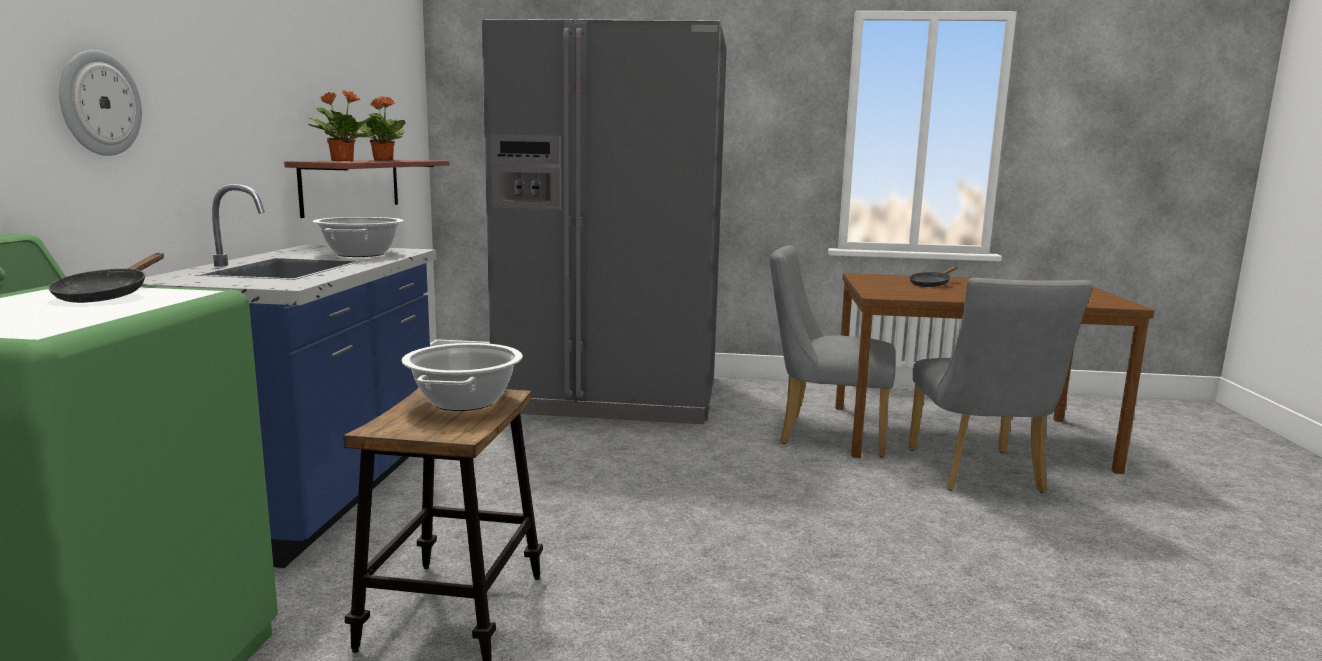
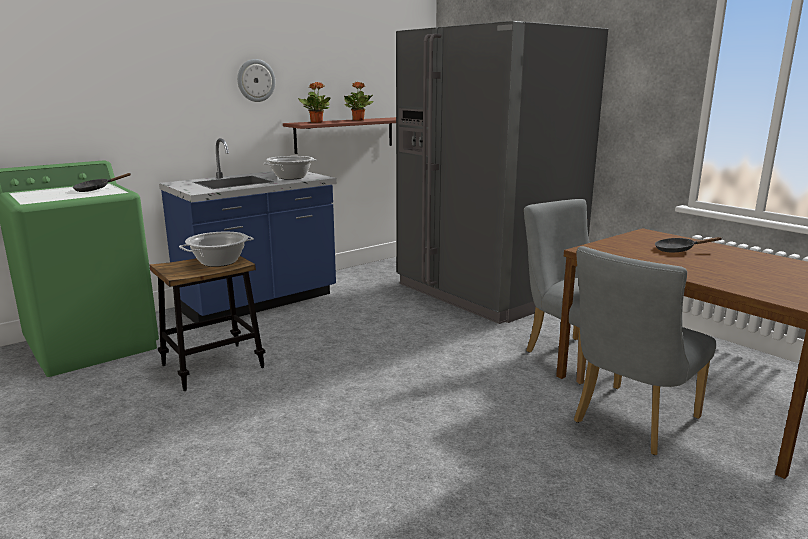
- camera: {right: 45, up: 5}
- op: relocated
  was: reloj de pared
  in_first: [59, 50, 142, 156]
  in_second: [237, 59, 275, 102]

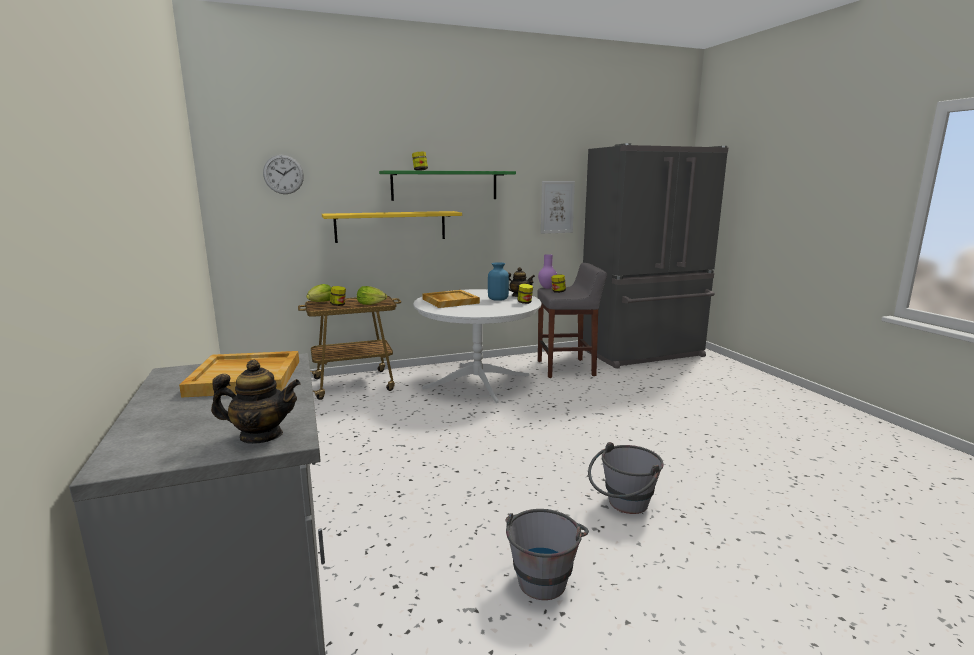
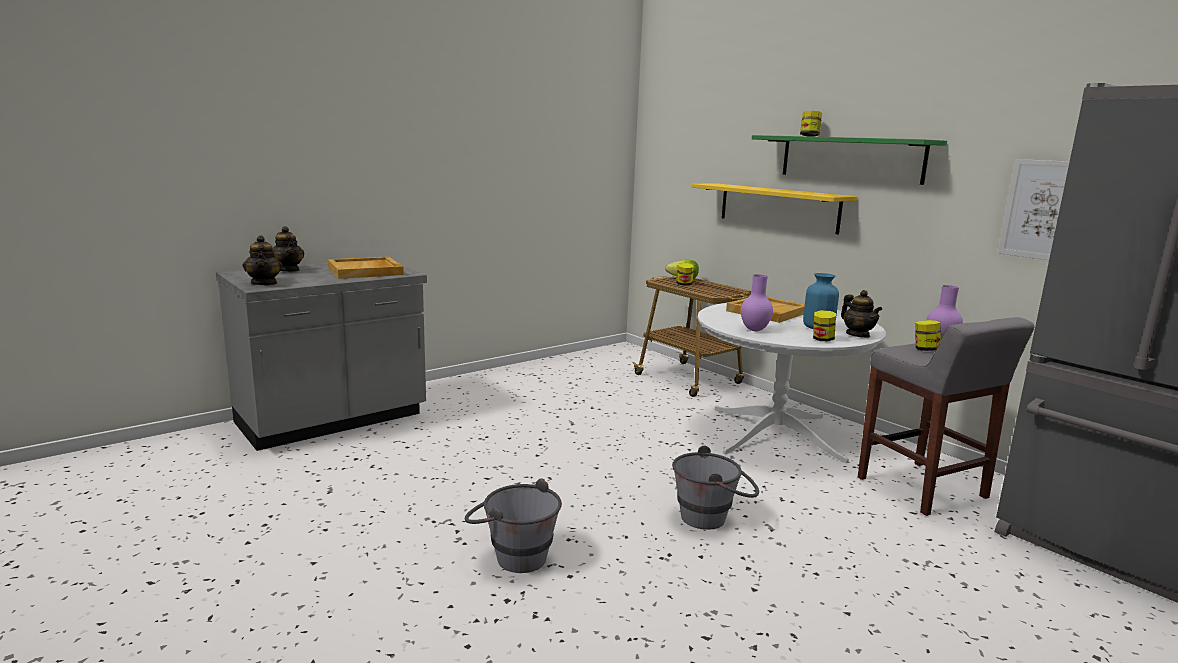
- camera: {right: 70, up: 0}
- op: appeared
  now: tetera
  in_second: [272, 226, 304, 272]
- op: relocated
  was: cubo (gris)
  in_first: [505, 509, 589, 600]
  in_second: [672, 446, 759, 530]
- op: appeared
  now: florero (morado)
  in_second: [741, 274, 773, 331]
- op: missing
  was: reloj de pared
  in_first: [263, 155, 304, 194]
- op: missing
  was: lechuga
  in_first: [357, 286, 387, 305]

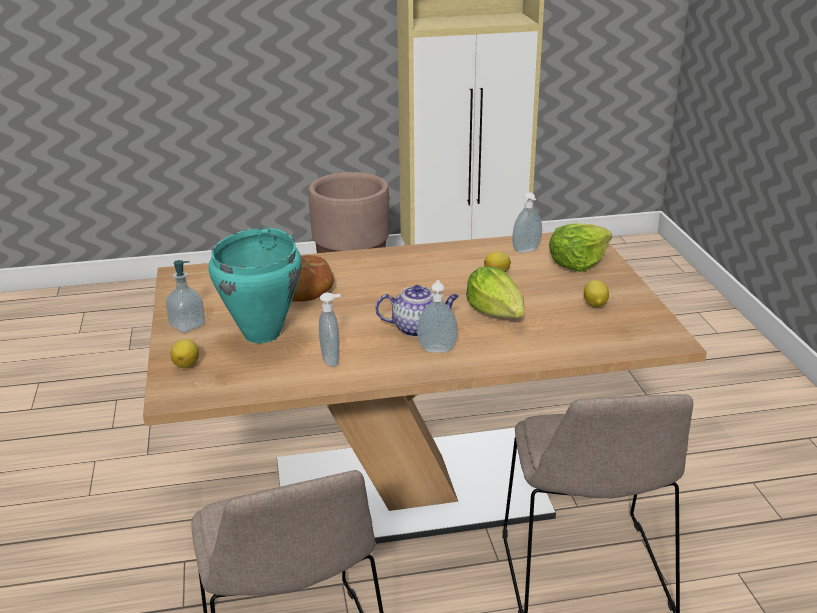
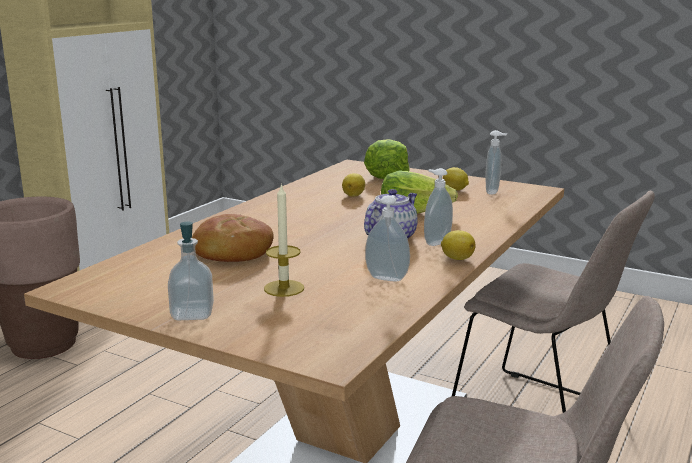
- camera: {right: -50, up: -10}
- op: exchanged
  was: olla (turquesa)
  now: vela
  in_first: [209, 227, 302, 343]
  in_second: [264, 183, 304, 297]
- op: relocated
  was: limón
  in_first: [170, 339, 199, 368]
  in_second: [441, 230, 475, 260]
- op: relocated
  was: dispensador de jabón
  in_first: [512, 192, 542, 253]
  in_second: [486, 130, 507, 195]

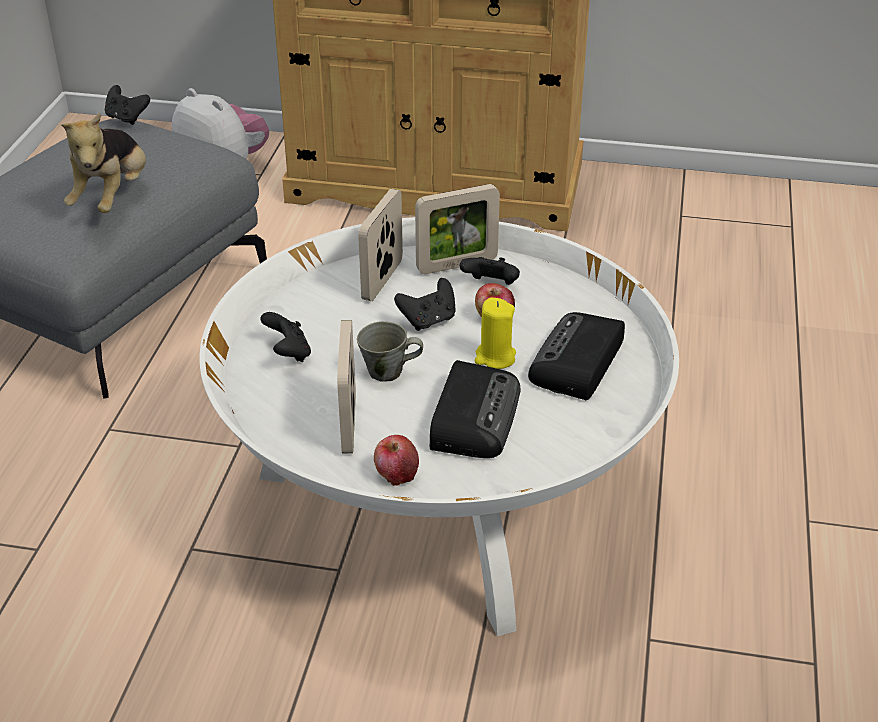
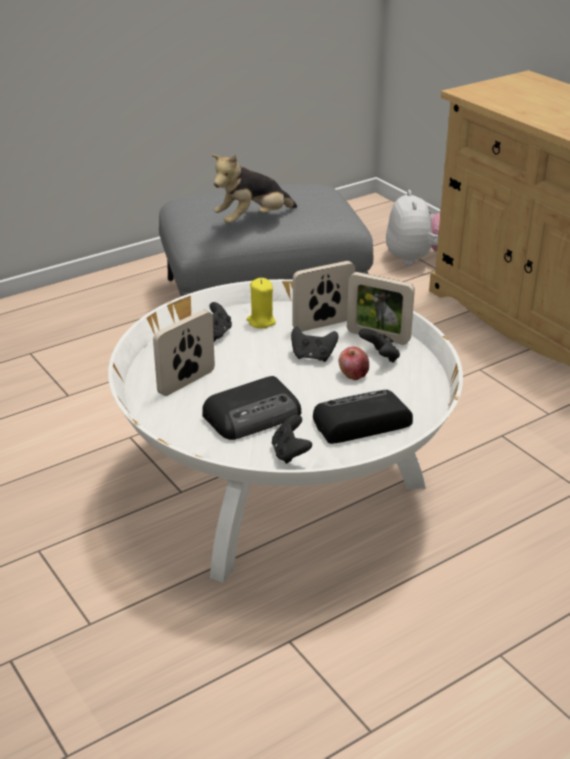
- camera: {right: 45, up: -5}
- op: relocated
  was: vela (amarillo)
  in_first: [475, 298, 516, 369]
  in_second: [247, 278, 276, 328]
- op: relocated
  was: mando de consola (negro)
  in_first: [105, 85, 150, 125]
  in_second: [272, 415, 312, 464]
- op: missing
  was: taza grande (gris)
  in_first: [357, 321, 423, 382]
- op: missing
  was: manzana
  in_first: [374, 435, 419, 486]

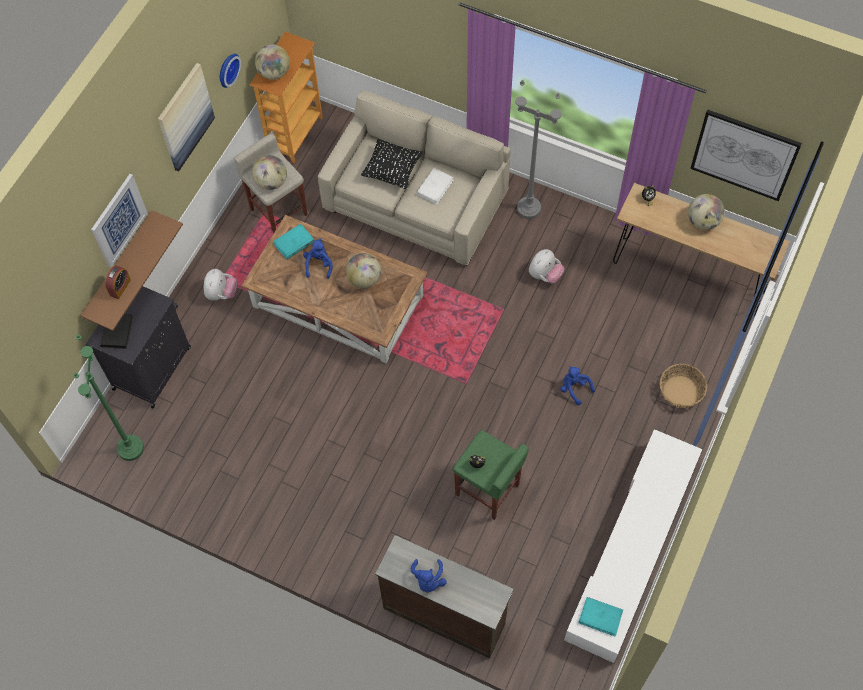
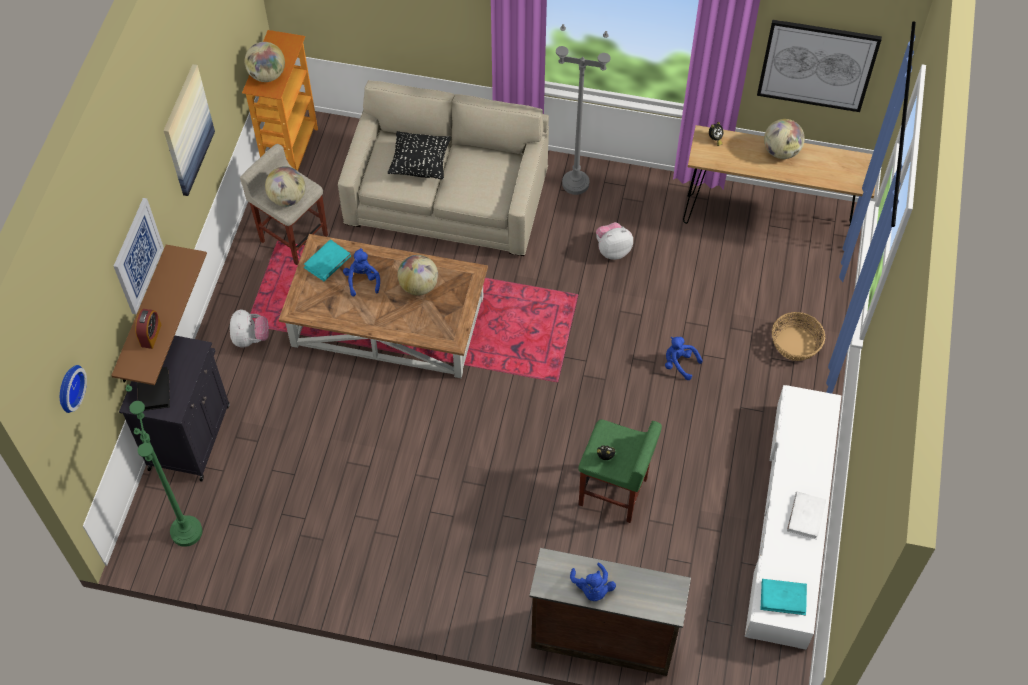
- camera: {right: -15, up: -5}
- op: relocated
  was: reloj de pared
  in_first: [220, 54, 241, 88]
  in_second: [60, 365, 87, 413]
- op: spun
  was: peluche
  in_first: [529, 249, 564, 284]
  in_second: [596, 222, 633, 260]
  clockwise: -135
- op: relocated
  was: libro (blanco)
  in_first: [416, 168, 454, 204]
  in_second: [787, 491, 826, 540]

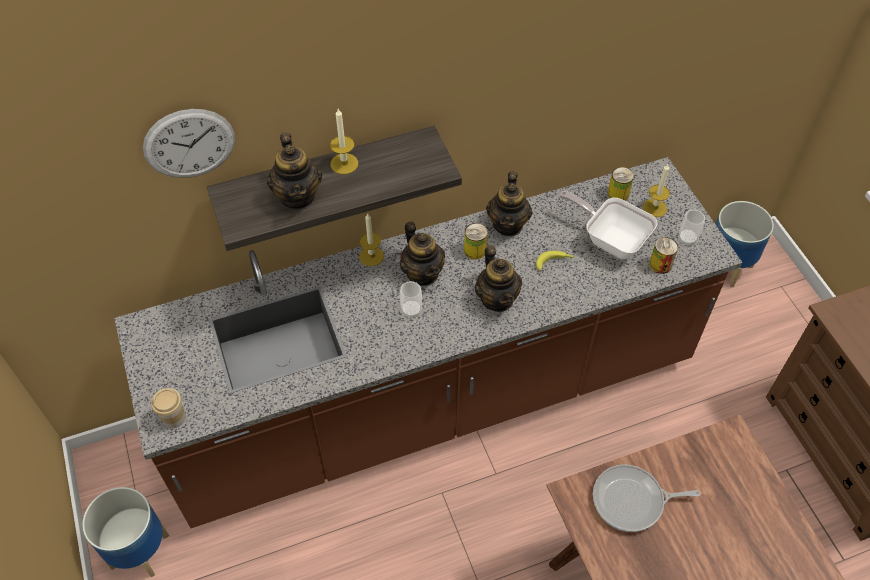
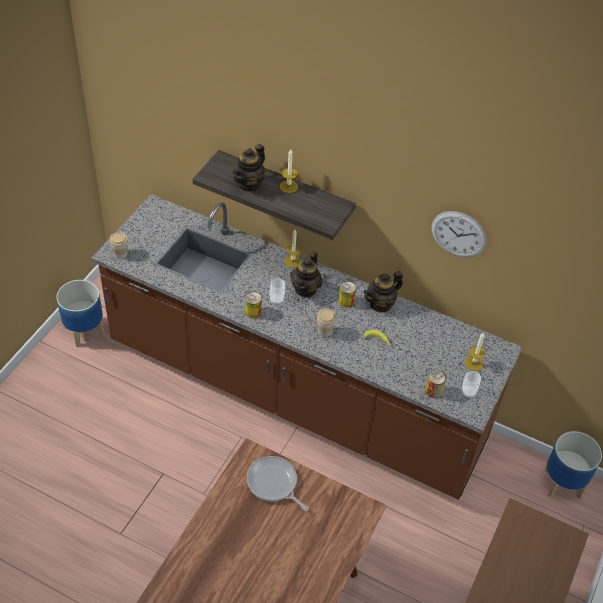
- camera: {right: 45, up: -5}
- op: relocated
  was: lata
  in_first: [608, 167, 634, 201]
  in_second: [245, 292, 262, 318]
- op: exchanged
  was: tetera
  now: taza
  in_first: [475, 245, 522, 312]
  in_second: [317, 309, 336, 337]
- op: relocated
  was: reloj de pared
  in_first: [143, 109, 235, 178]
  in_second: [431, 211, 487, 258]
- op: missing
  was: sartén
  in_first: [559, 191, 657, 259]

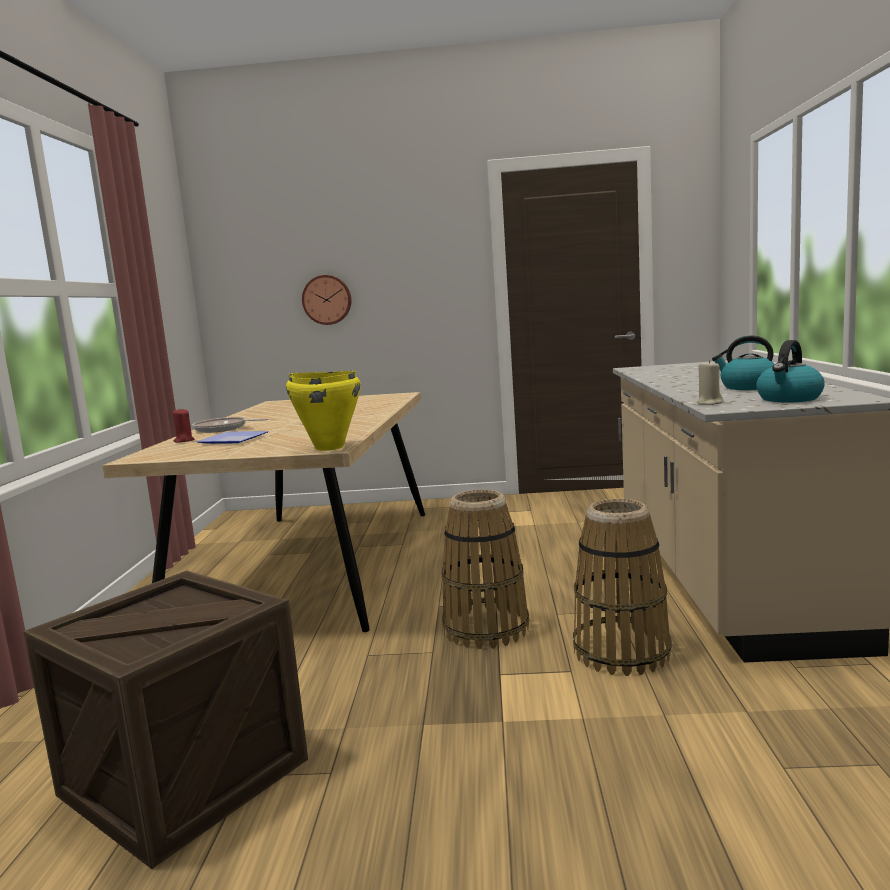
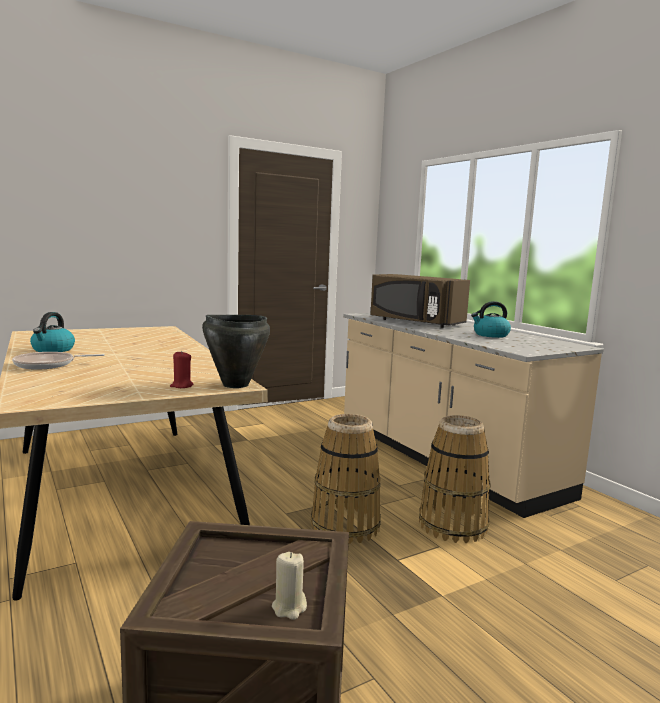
- camera: {right: -35, up: 0}
- op: relocated
  was: hervidor
  in_first: [756, 340, 825, 402]
  in_second: [30, 312, 75, 352]
- op: relocated
  was: vela (rojo)
  in_first: [172, 408, 194, 443]
  in_second: [170, 351, 193, 388]
- op: colour
  was: olla (amarillo)
  now: olla (negro)
  in_first: [286, 371, 361, 451]
  in_second: [202, 315, 270, 388]
- op: relocated
  was: vela (beis)
  in_first: [696, 360, 723, 405]
  in_second: [272, 552, 307, 620]
- op: appeared
  now: microondas (marrón)
  in_second: [370, 274, 470, 328]
- op: missing
  was: plato
  in_first: [196, 431, 269, 444]
- op: missing
  was: reloj de pared
  in_first: [302, 275, 351, 325]

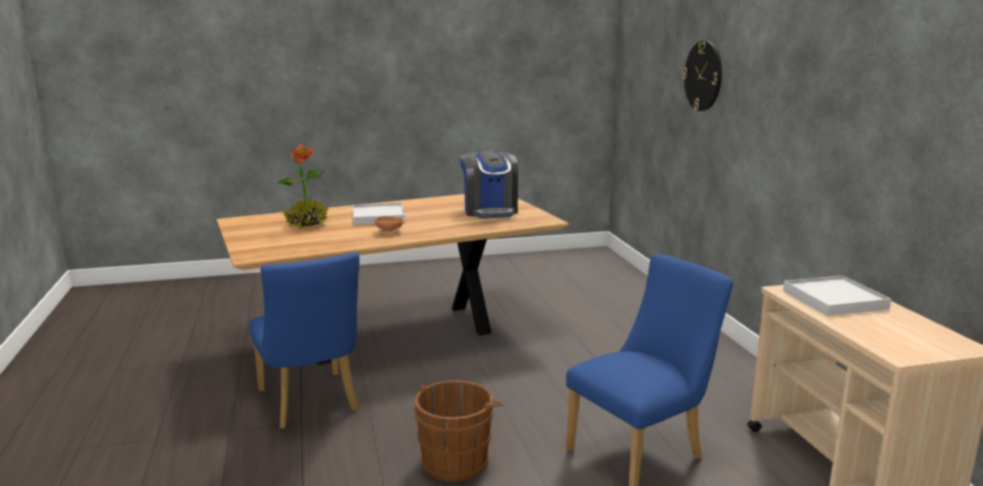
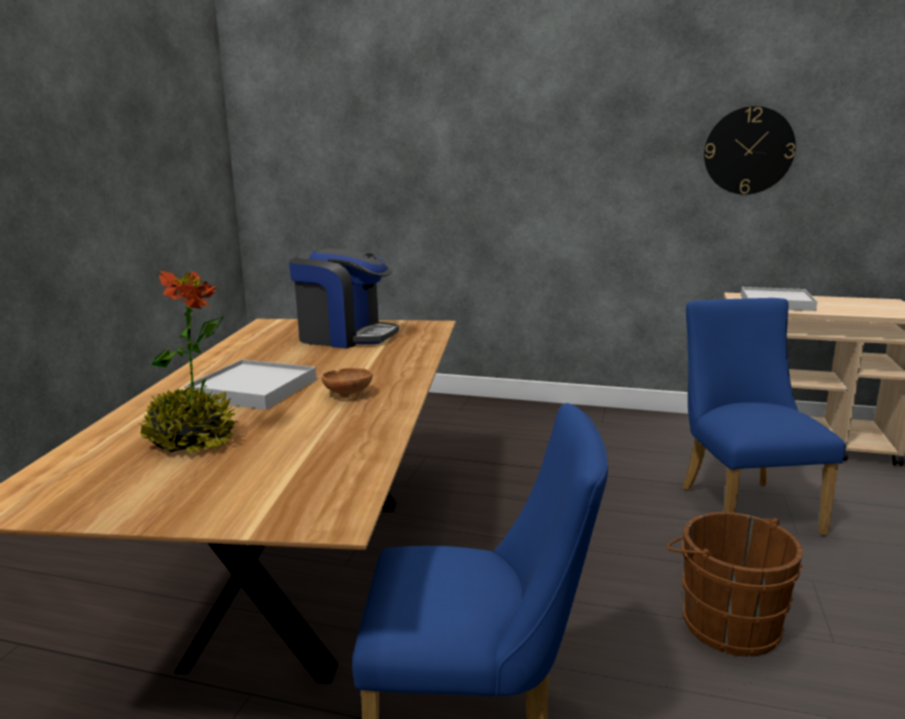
- camera: {right: -60, up: 0}
- op: relocated
  was: reloj de pared
  in_first: [682, 41, 722, 111]
  in_second: [704, 106, 796, 195]

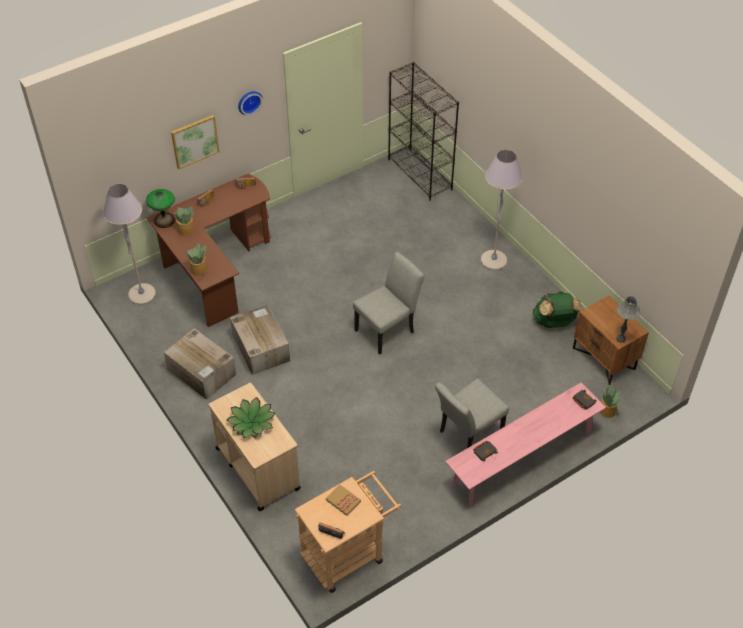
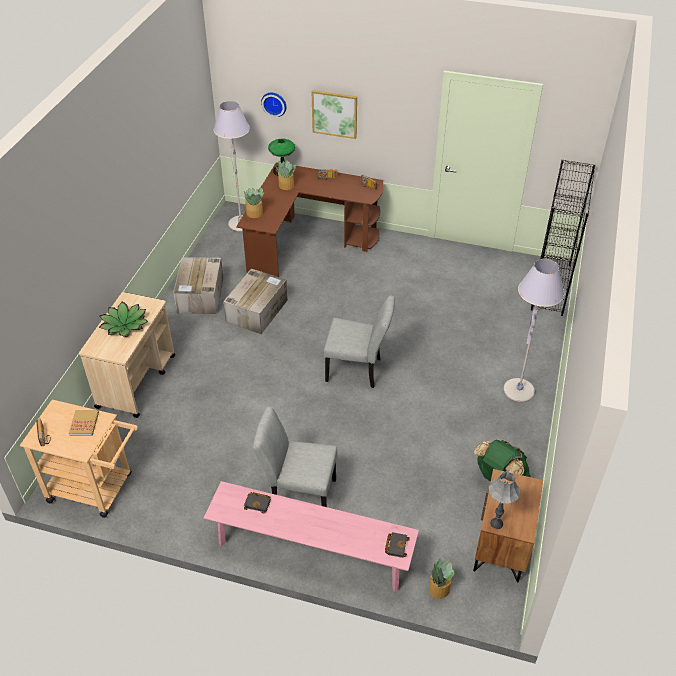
- camera: {right: 50, up: -5}
- op: relocated
  was: reloj de pared
  in_first: [238, 91, 263, 115]
  in_second: [261, 93, 286, 117]

